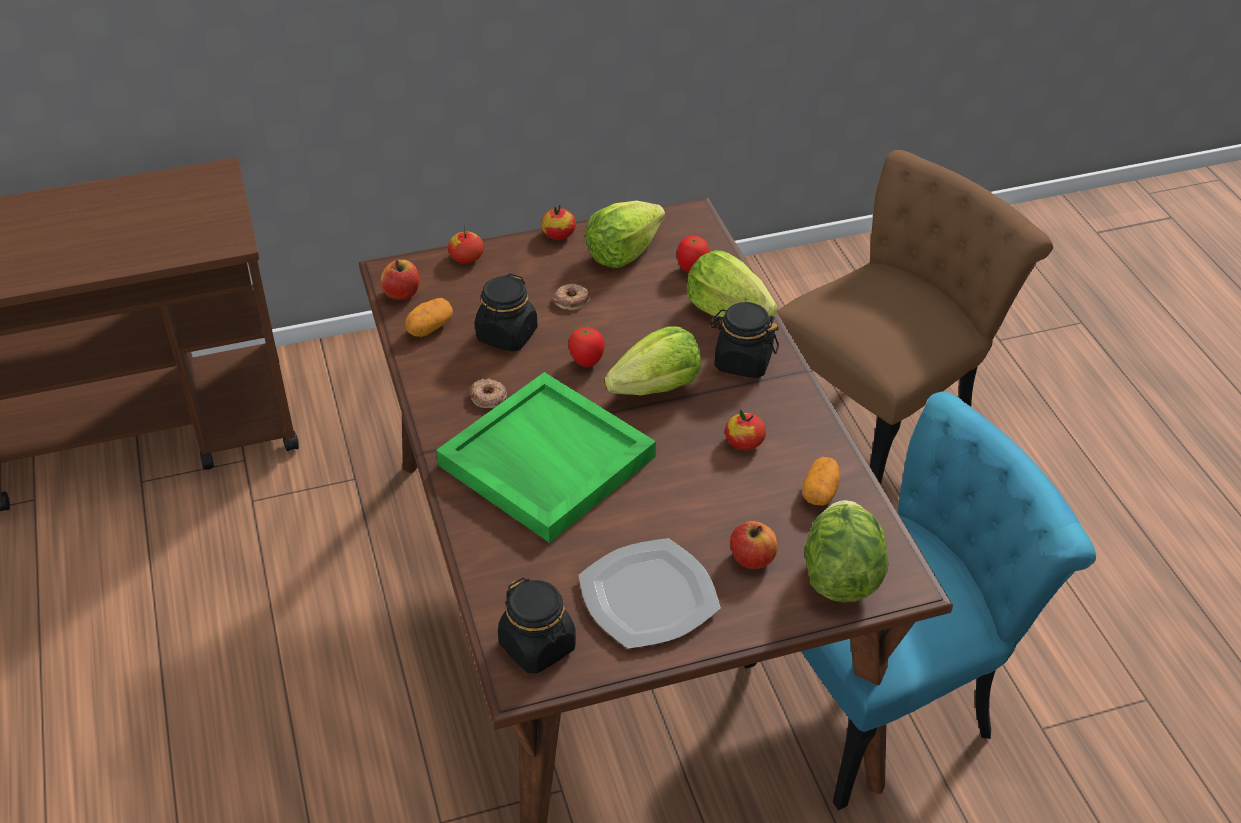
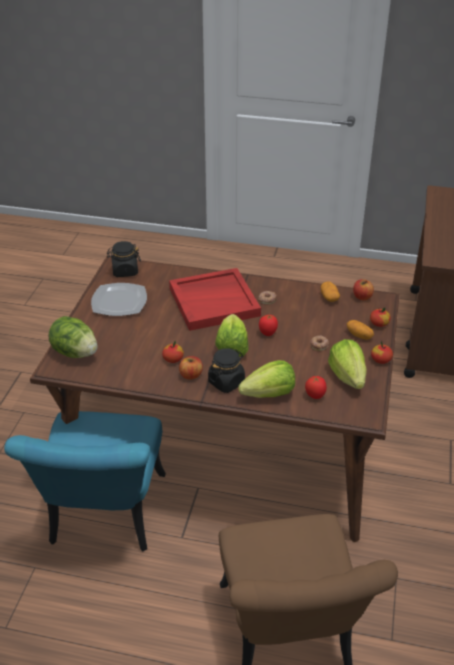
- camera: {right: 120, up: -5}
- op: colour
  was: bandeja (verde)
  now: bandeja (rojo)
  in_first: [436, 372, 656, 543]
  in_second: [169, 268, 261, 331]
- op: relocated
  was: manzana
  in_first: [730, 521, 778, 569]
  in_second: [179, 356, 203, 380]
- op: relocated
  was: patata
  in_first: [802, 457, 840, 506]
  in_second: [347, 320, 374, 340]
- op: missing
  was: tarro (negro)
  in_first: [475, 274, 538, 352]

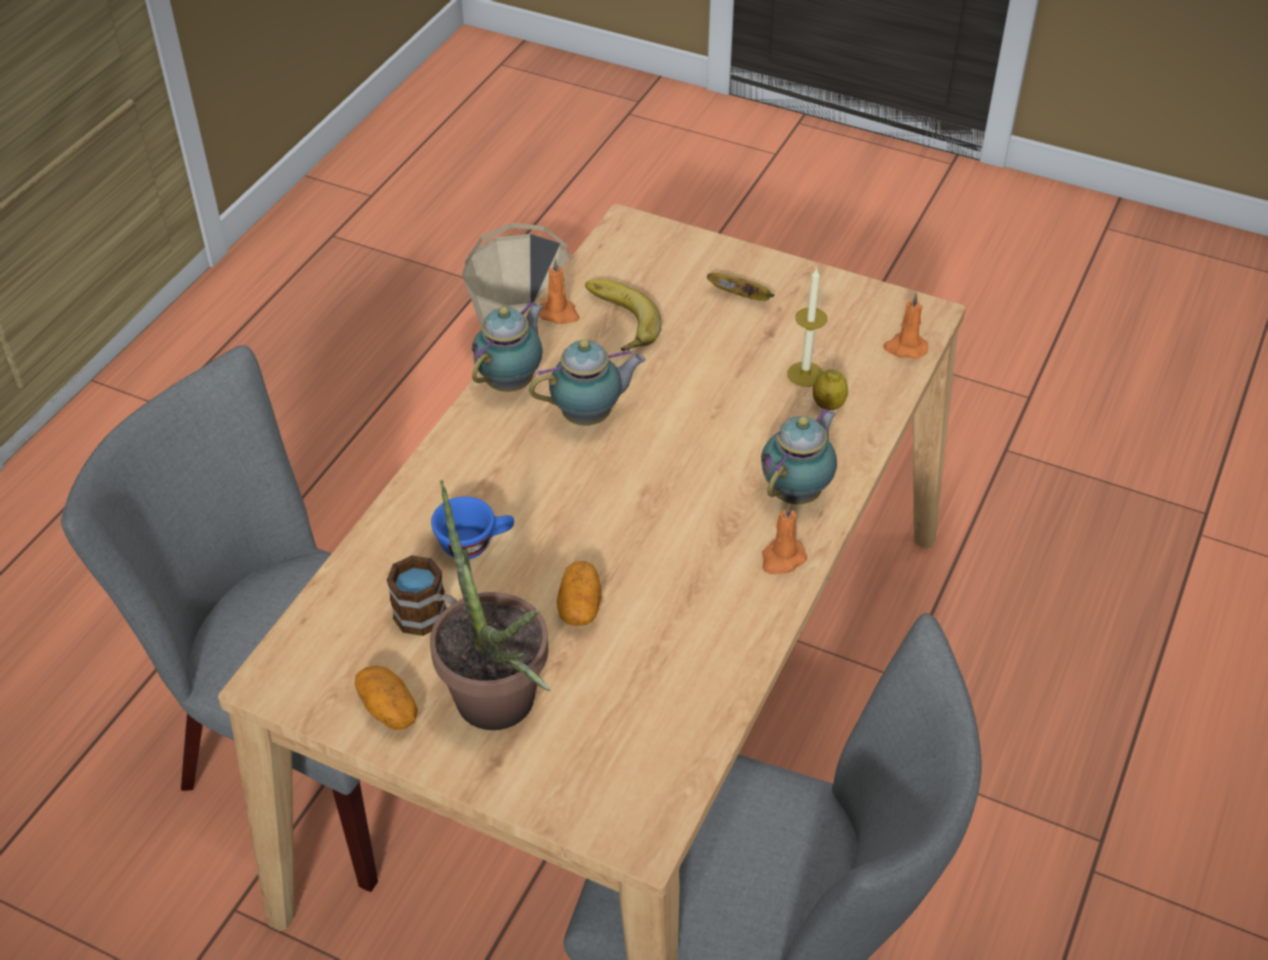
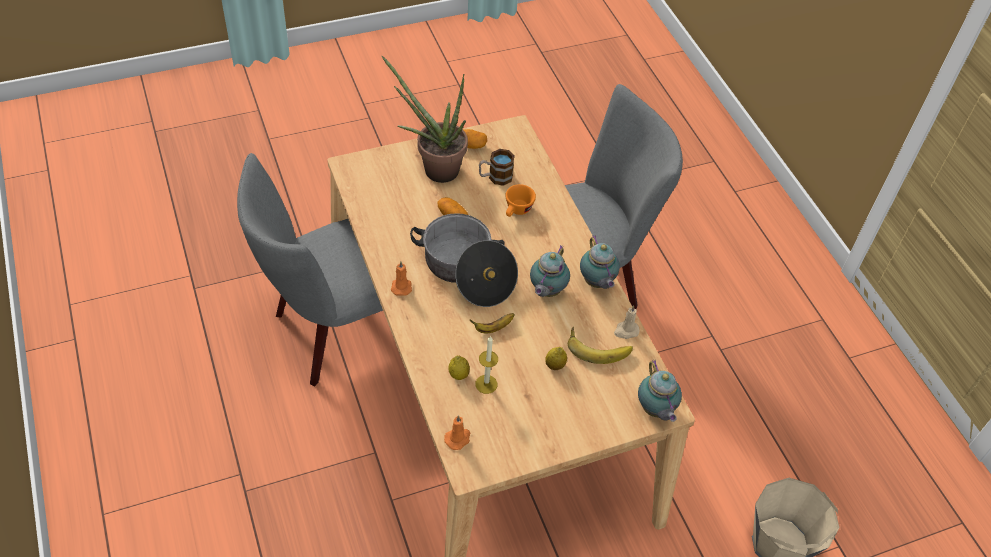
- camera: {right: 130, up: 5}
- op: appeared
  now: olla
  in_second: [410, 213, 518, 307]
- op: relocated
  was: plátano
  in_first: [707, 273, 775, 301]
  in_second: [469, 313, 515, 333]
- op: colour
  was: taza (azul)
  now: taza (naranja)
  in_first: [431, 497, 514, 559]
  in_second: [505, 184, 536, 217]
- op: appeared
  now: limón
  in_second: [545, 347, 567, 370]
- op: colour
  was: vela (naranja)
  now: vela (beis)
  in_first: [539, 258, 579, 324]
  in_second: [614, 305, 640, 339]
- op: relocated
  was: tetera
  in_first: [761, 408, 837, 504]
  in_second: [638, 360, 682, 422]

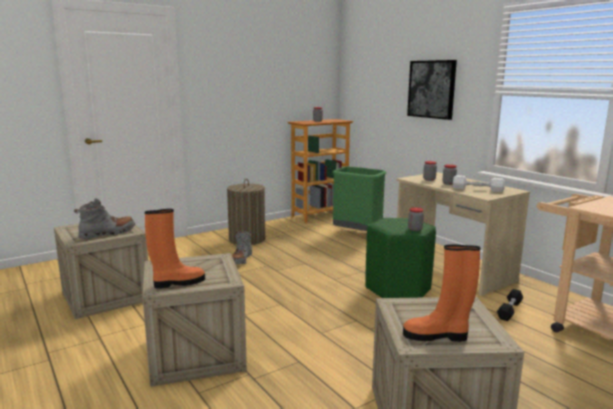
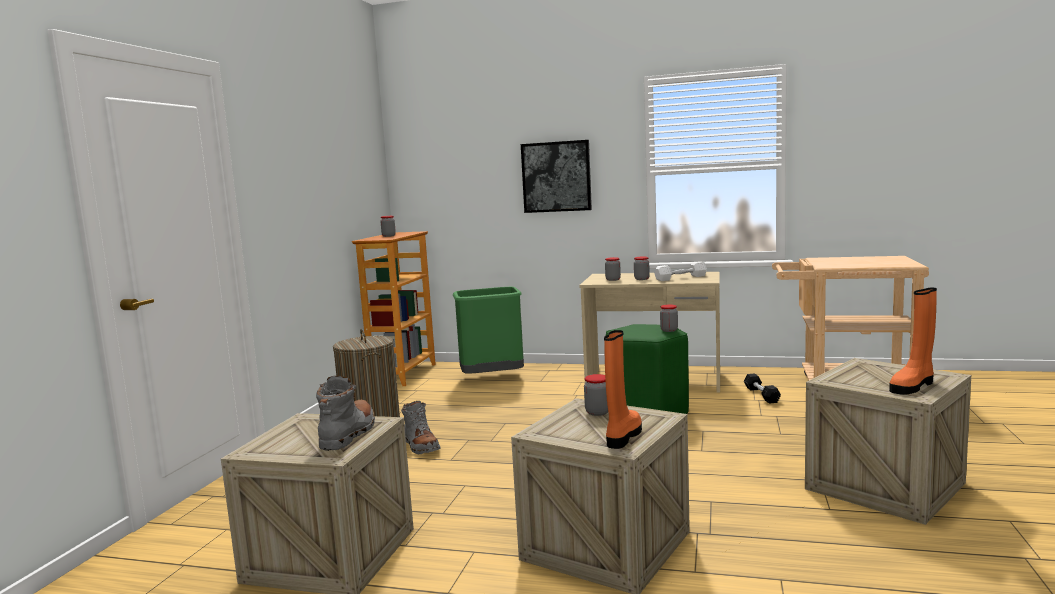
- camera: {right: -40, up: -5}
- op: appeared
  now: tarro
  in_second: [584, 374, 608, 416]

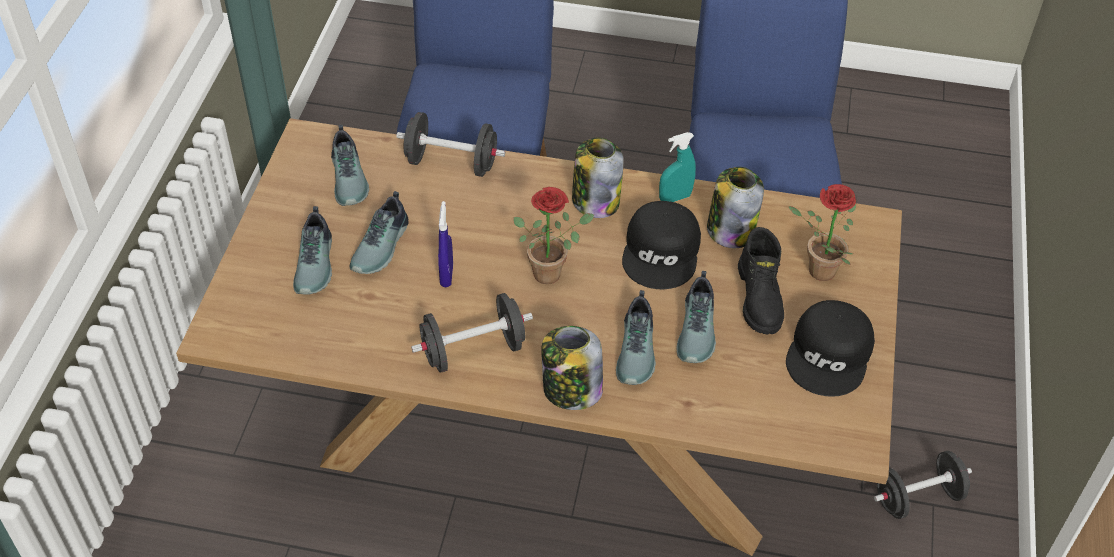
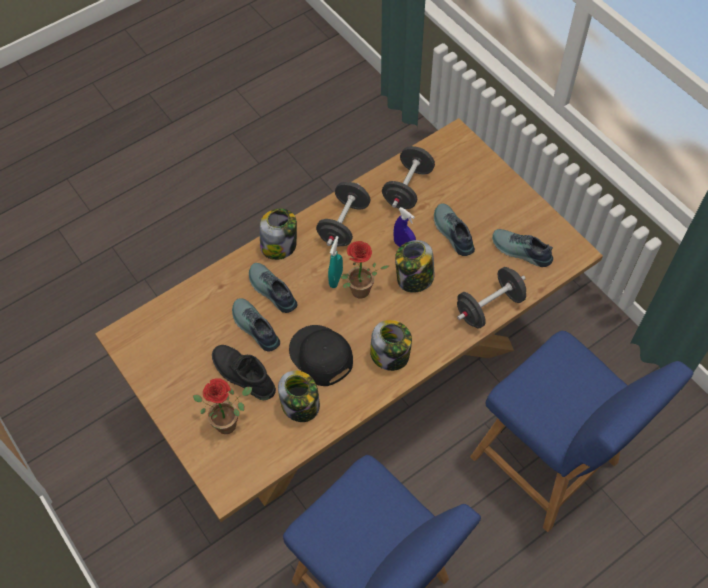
- camera: {right: 135, up: 10}
- op: relocated
  was: pulverizador (turquesa)
  in_first: [659, 132, 696, 202]
  in_second: [328, 236, 343, 288]
- op: relocated
  was: mancuerna (negro)
  in_first: [874, 451, 972, 519]
  in_second: [382, 146, 435, 209]
- op: appeared
  now: tarro
  in_second: [395, 240, 434, 293]
- op: missing
  was: zapato
  in_first: [293, 206, 332, 295]
- op: missing
  was: gorra (negro)
  in_first: [786, 300, 875, 397]

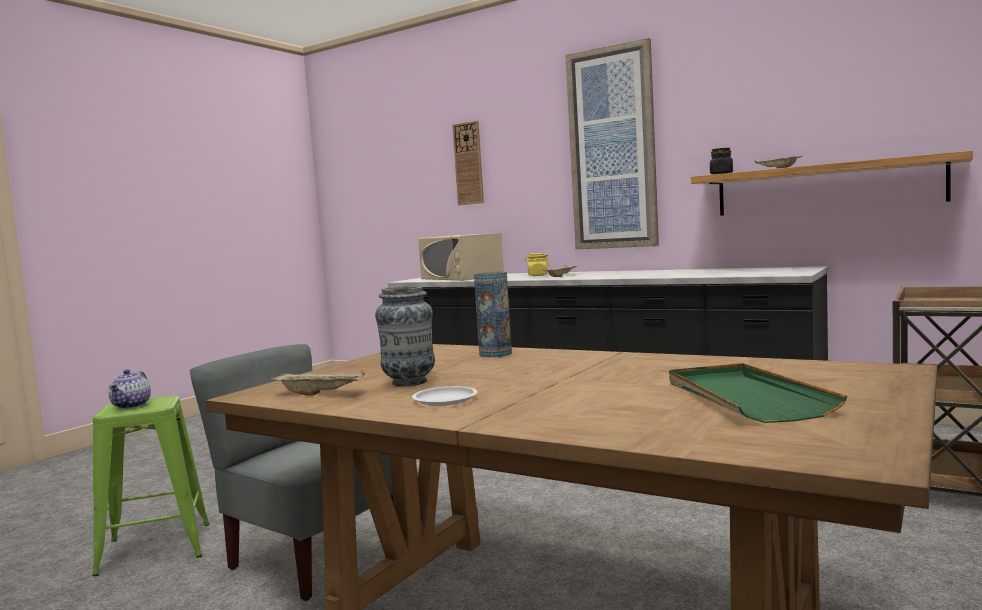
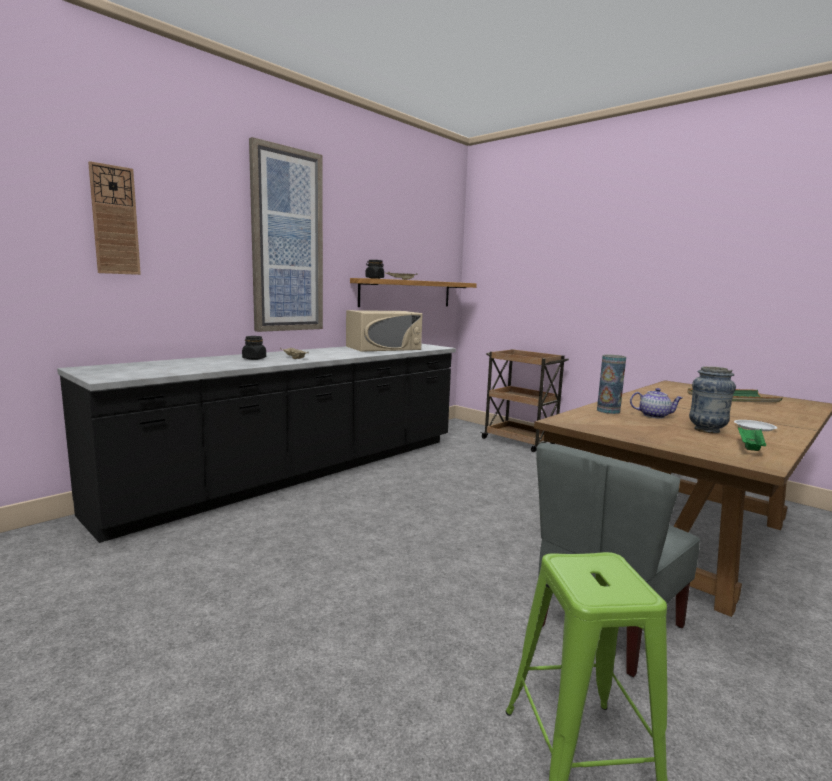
- camera: {right: -80, up: 5}
- op: colour
  was: tarro (amarillo)
  now: tarro (negro)
  in_first: [524, 253, 549, 276]
  in_second: [242, 336, 266, 360]
- op: relocated
  was: microondas (beis)
  in_first: [418, 233, 504, 281]
  in_second: [346, 310, 423, 352]
- op: relocated
  was: tetera
  in_first: [108, 369, 151, 409]
  in_second: [630, 388, 683, 418]
- op: colour
  was: bandeja (beis)
  now: bandeja (verde)
  in_first: [271, 370, 365, 396]
  in_second: [738, 427, 766, 451]

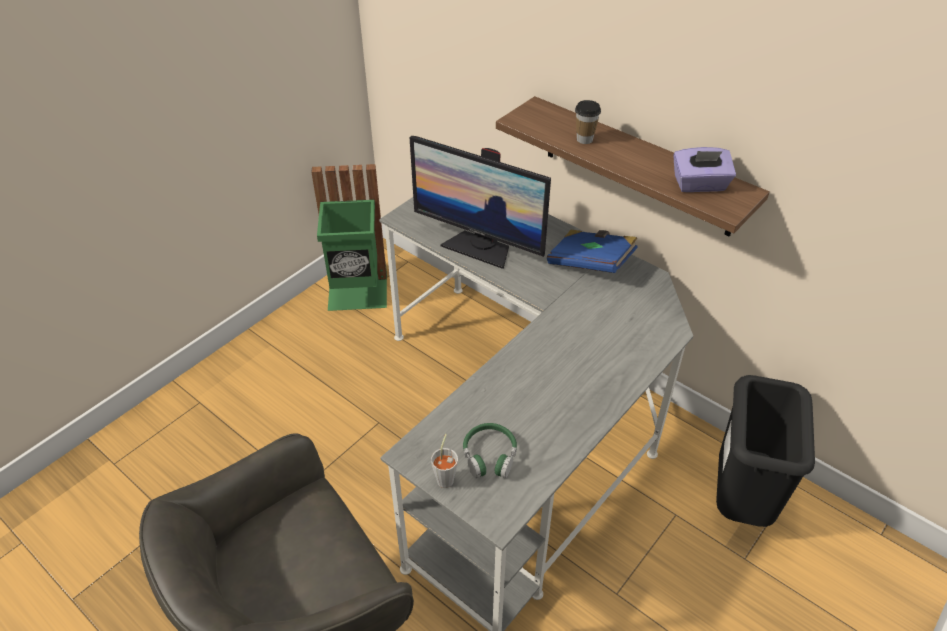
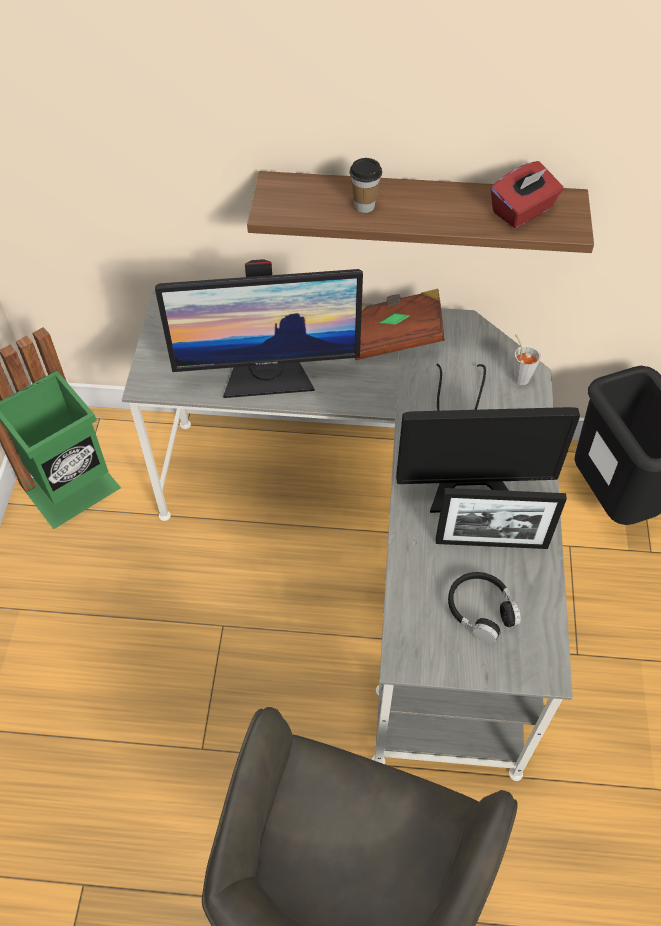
- camera: {right: -35, up: 10}
- op: colour
  was: libro (azul)
  now: libro (marrón)
  in_first: [547, 230, 638, 273]
  in_second: [355, 289, 445, 360]
- op: appeared
  now: monitor
  in_second: [396, 363, 580, 513]
- op: appeared
  now: portarretratos
  in_second: [436, 488, 567, 549]
- op: colour
  was: auriculares (verde)
  now: auriculares (negro)
  in_first: [463, 423, 517, 478]
  in_second: [448, 572, 521, 643]
- op: colour
  was: caja de pañuelos (morado)
  now: caja de pañuelos (rojo)
  in_first: [673, 147, 736, 192]
  in_second: [491, 161, 563, 228]
- op: relocated
  was: taza (gris)
  in_first: [431, 434, 458, 488]
  in_second: [514, 334, 541, 385]

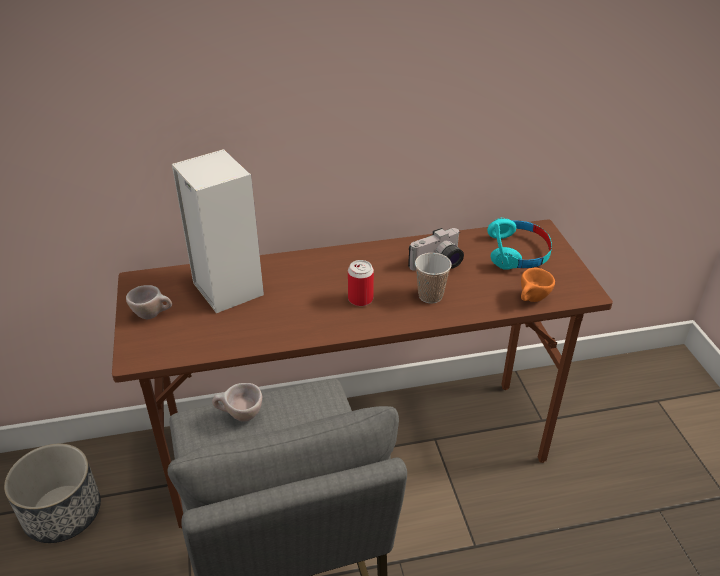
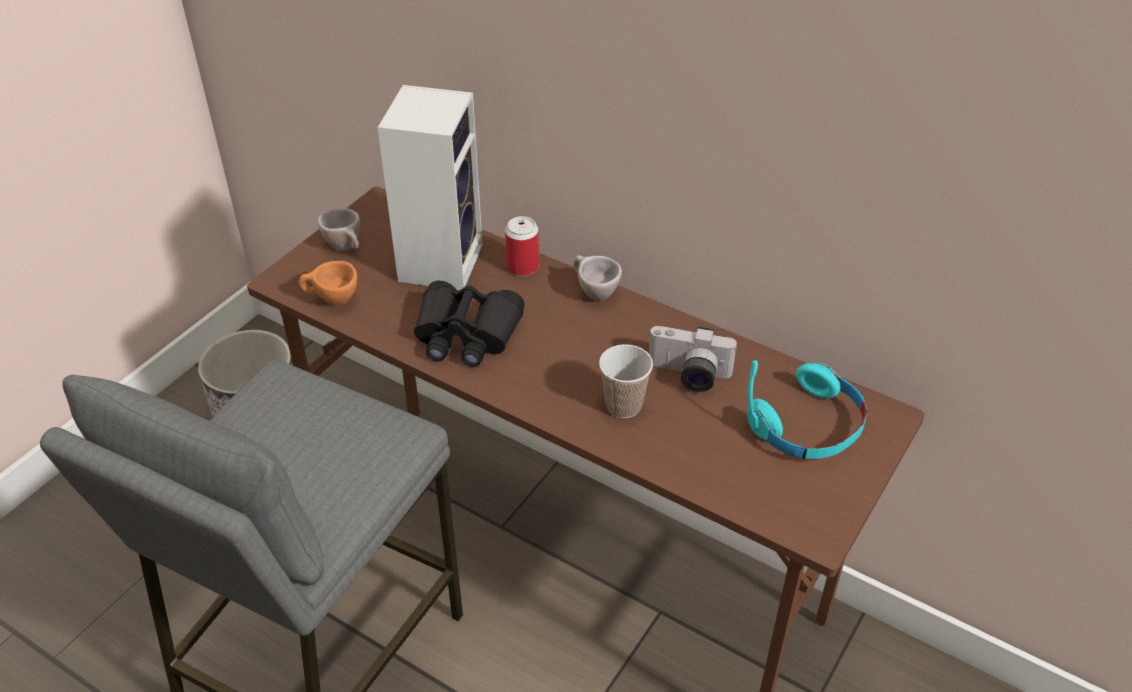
- camera: {right: 45, up: 5}
- op: relocated
  was: taza (naranja)
  in_first: [521, 268, 555, 302]
  in_second: [299, 261, 357, 306]
- op: appeared
  now: prismáticos (negro)
  in_second: [414, 281, 525, 367]
- op: relocated
  was: lata
  in_first: [348, 260, 374, 306]
  in_second: [505, 216, 539, 276]
- op: relocated
  was: taza (beis)
  in_first: [212, 383, 262, 422]
  in_second: [573, 255, 622, 301]

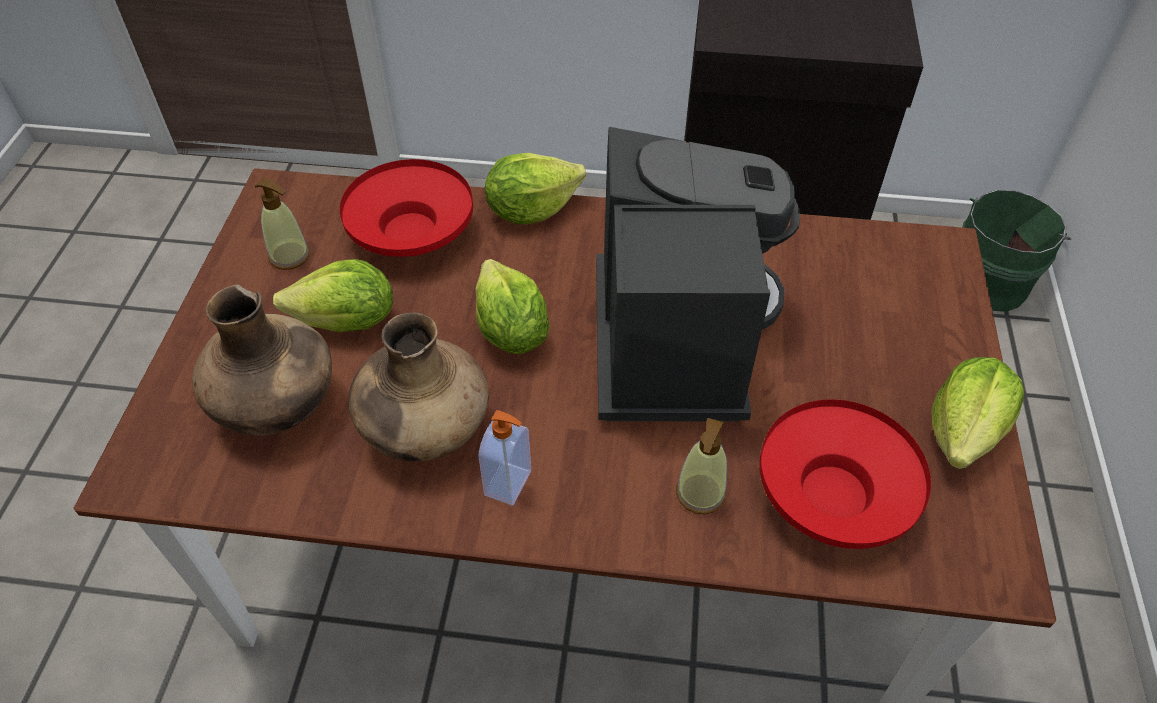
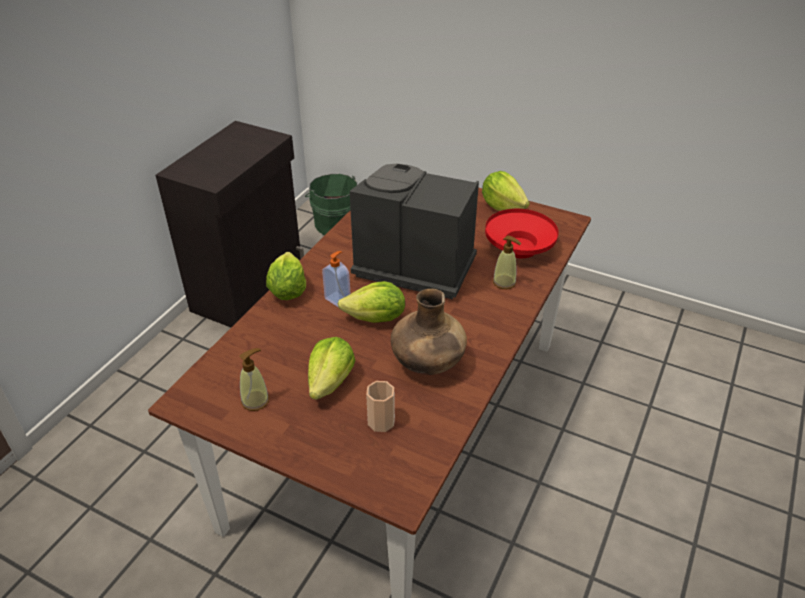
- camera: {right: -70, up: -10}
- op: relocated
  was: dispensador de jabón
  in_first: [479, 410, 531, 506]
  in_second: [322, 251, 350, 307]
- op: exchanged
  was: florero (marrón)
  now: taza
  in_first: [192, 285, 332, 436]
  in_second: [366, 381, 395, 432]
- op: missing
  was: cuenco (rojo)
  in_first: [340, 159, 473, 257]

